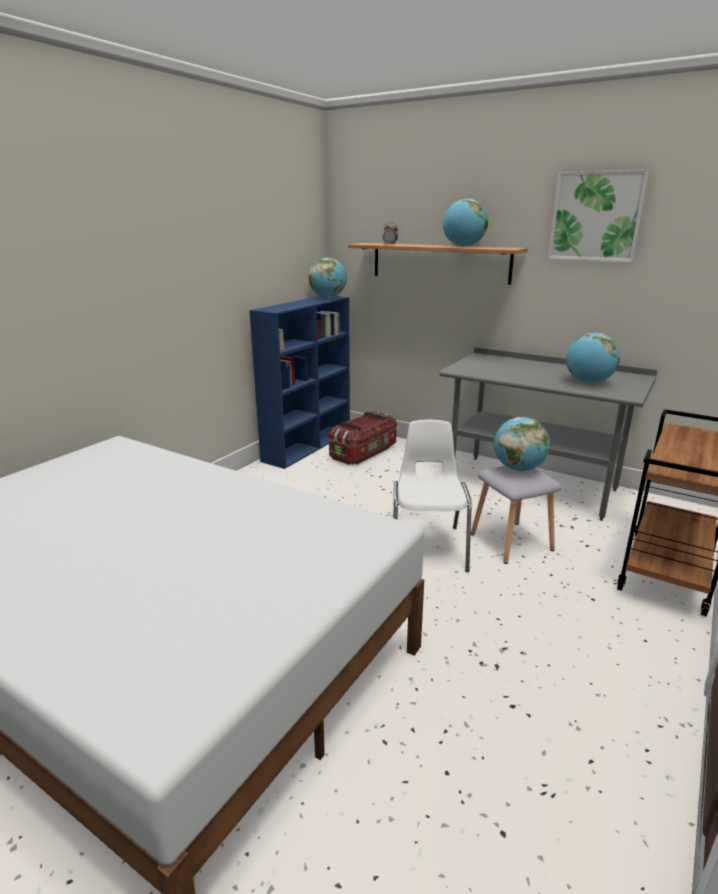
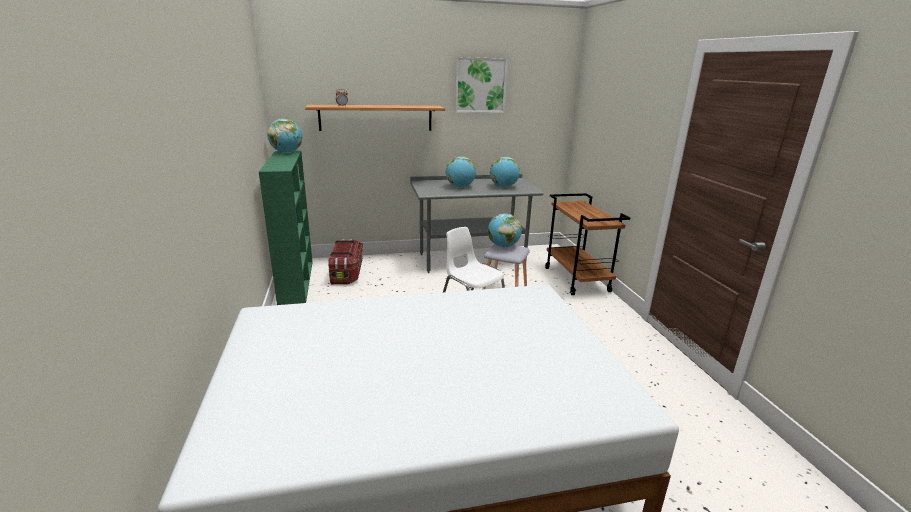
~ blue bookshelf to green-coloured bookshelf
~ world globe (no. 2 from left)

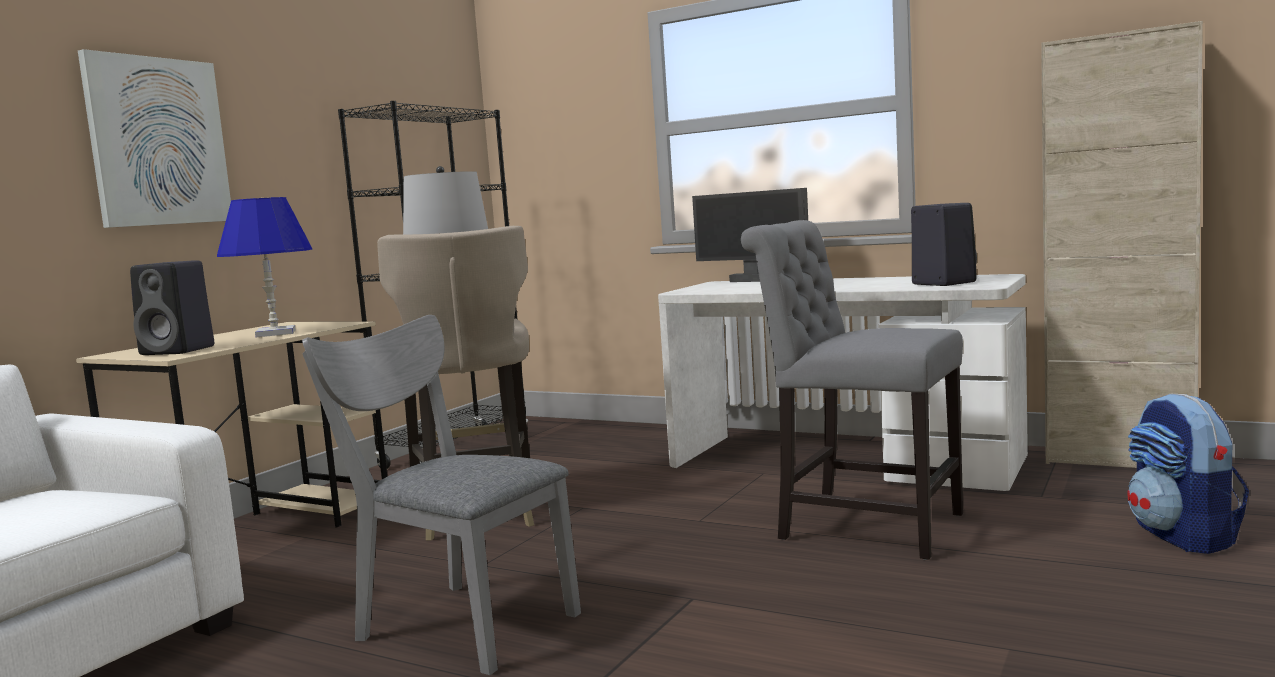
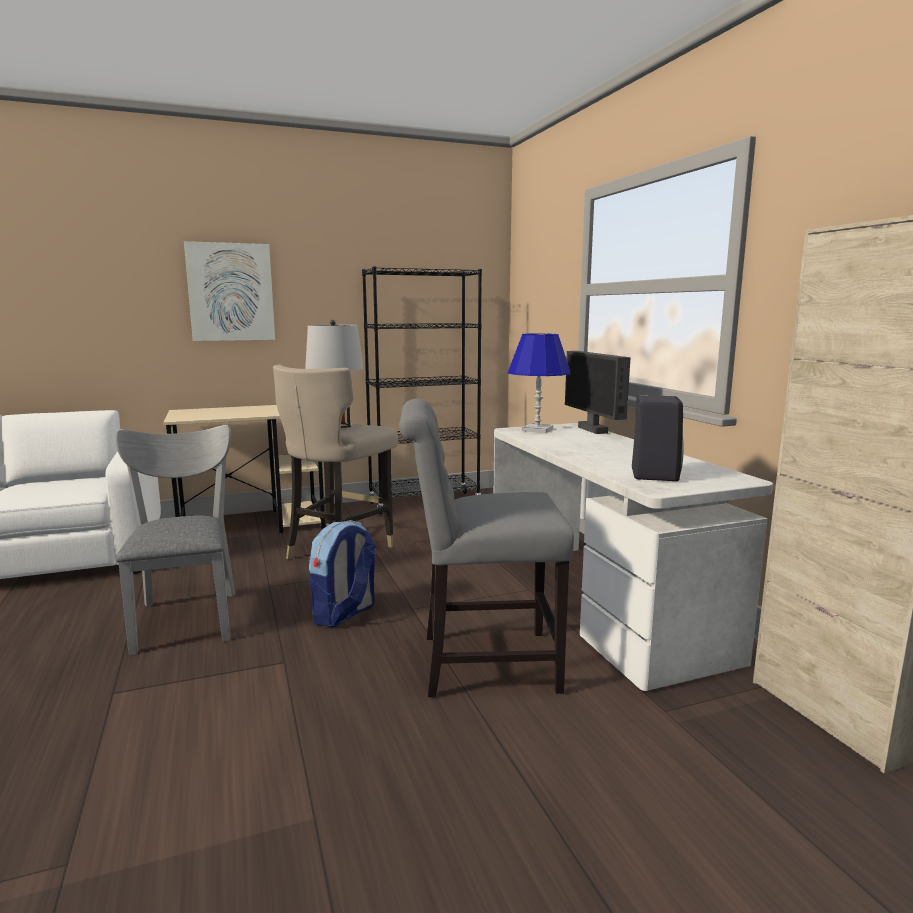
- black loudspeaker (no. 1 from left)
~ blue lamp for a table
~ gray chair (no. 2 from left) 75 degrees counterclockwise
~ rucksack

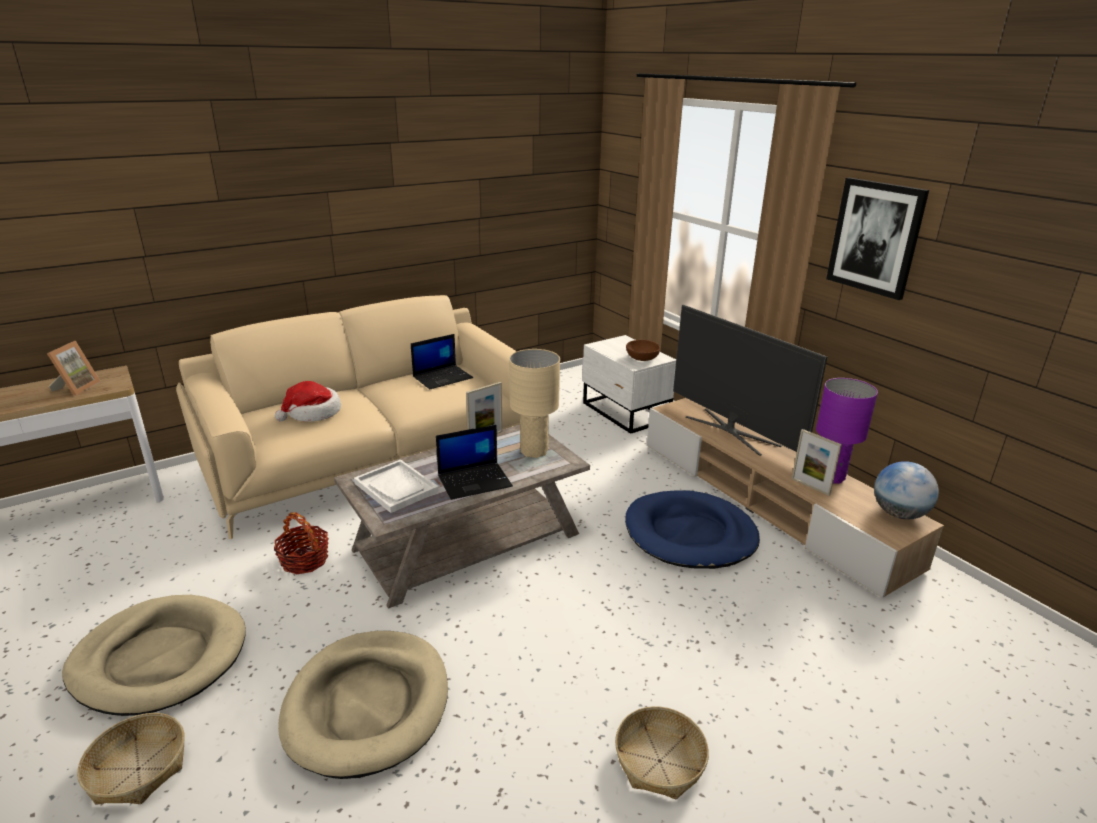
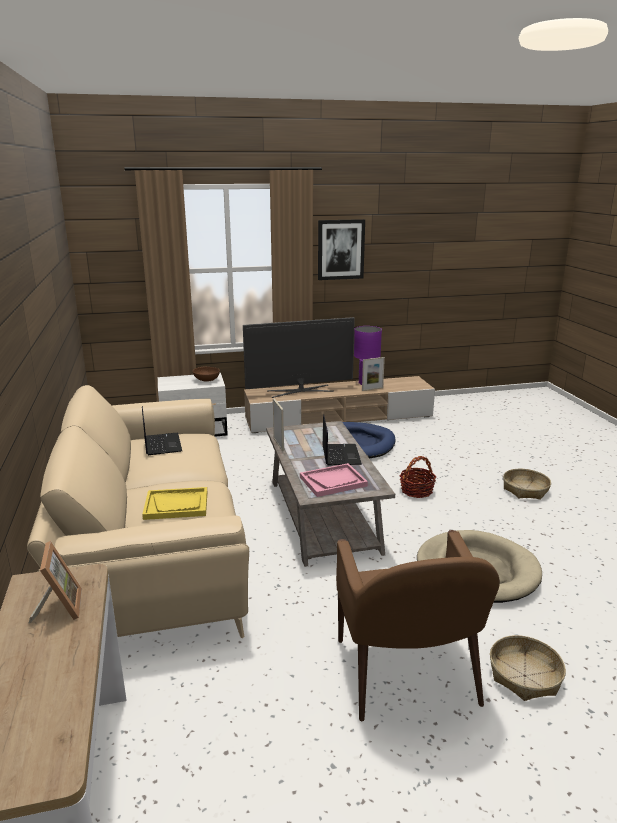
~ photo frame (no. 1 from left) 45 degrees clockwise
~ beige-coloured dog bed (no. 1 from left) to brownish armchair
~ storage basket (no. 2 from left in the first image) to storage basket (no. 1 from left)
~ wearable hat to yellowish carrying tray
~ white carrying tray to pinkish carrying tray
- beige-coloured lamp for a table
- world globe

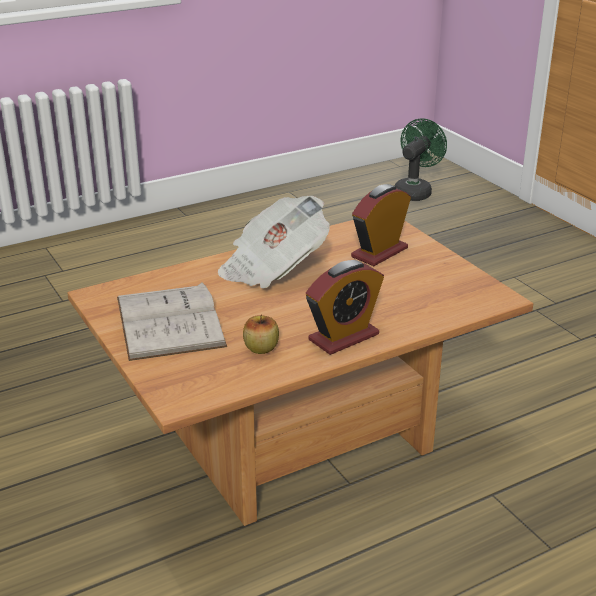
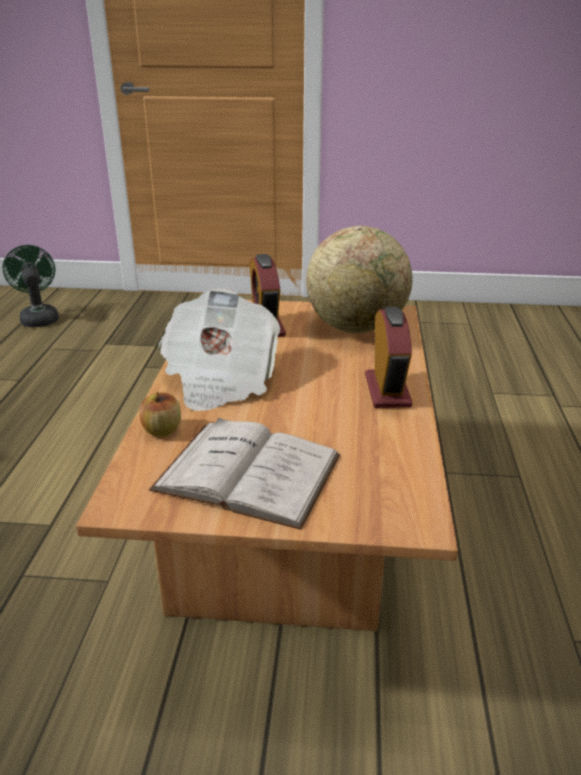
~ apple
+ world globe

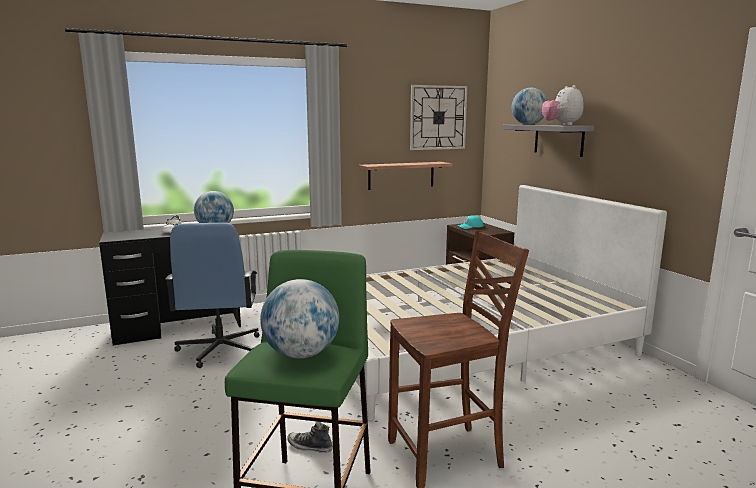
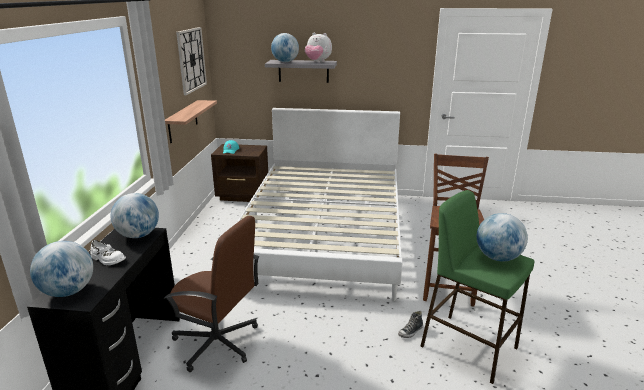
~ blue office chair to brownish office chair
+ world globe (no. 1 from left)

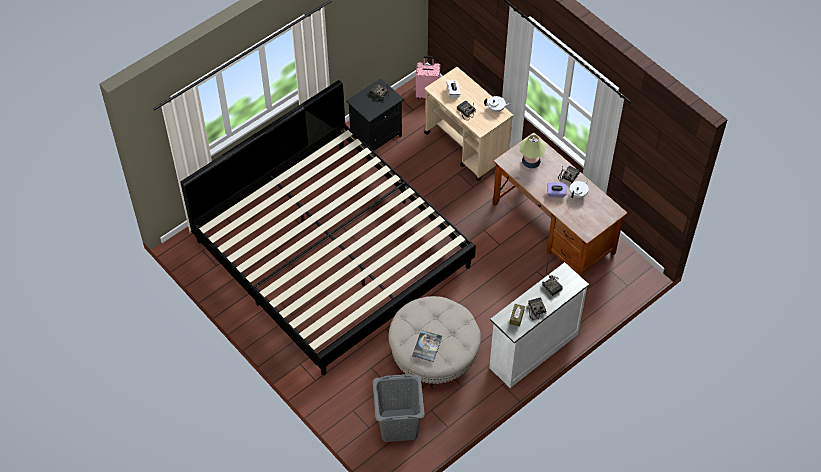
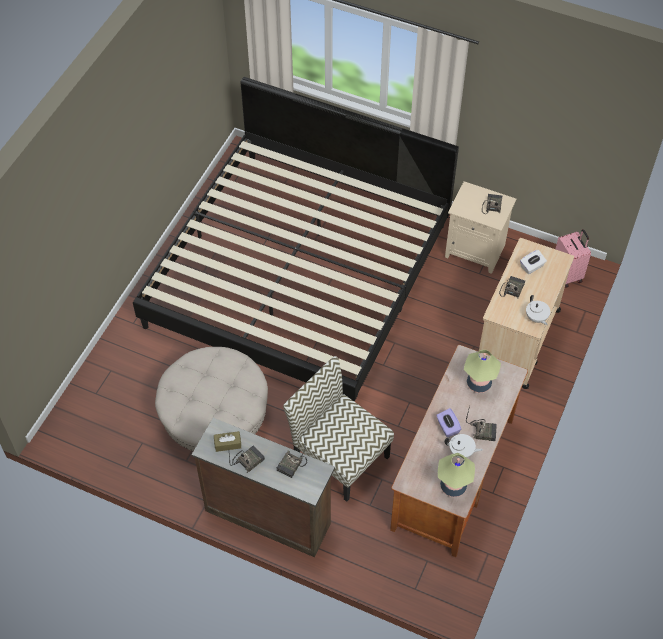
~ black night table to beige-coloured night table
- gray washing basket
- volume
~ white dresser to brownish dresser
+ chair
+ lamp for a table (no. 1 from left)

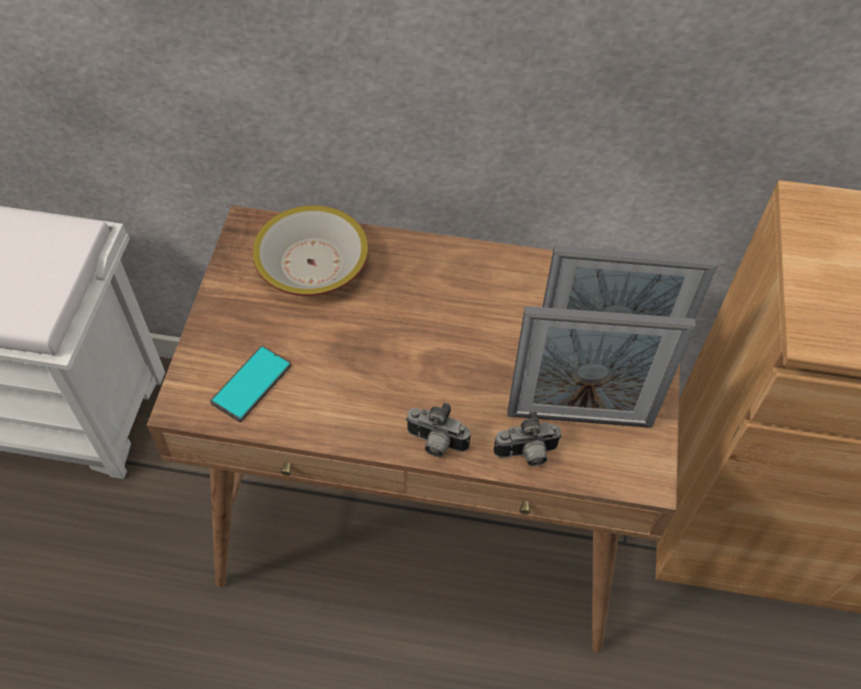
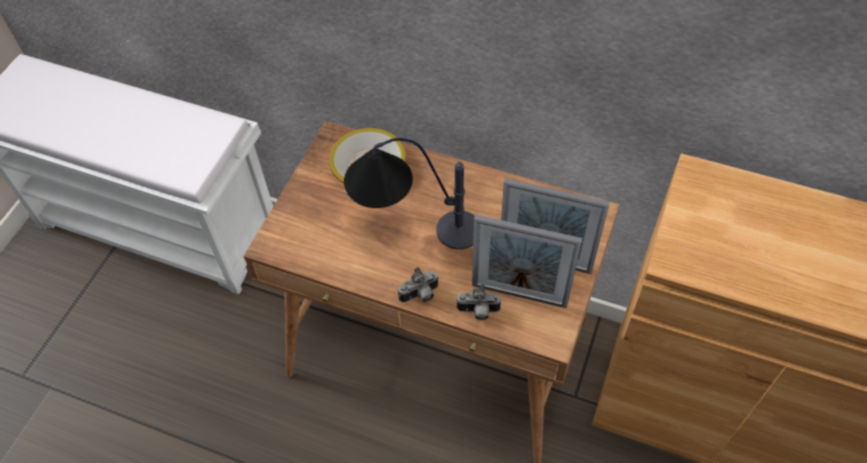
- handset
~ still camera (no. 1 from left) 60 degrees counterclockwise
+ lamp for a table

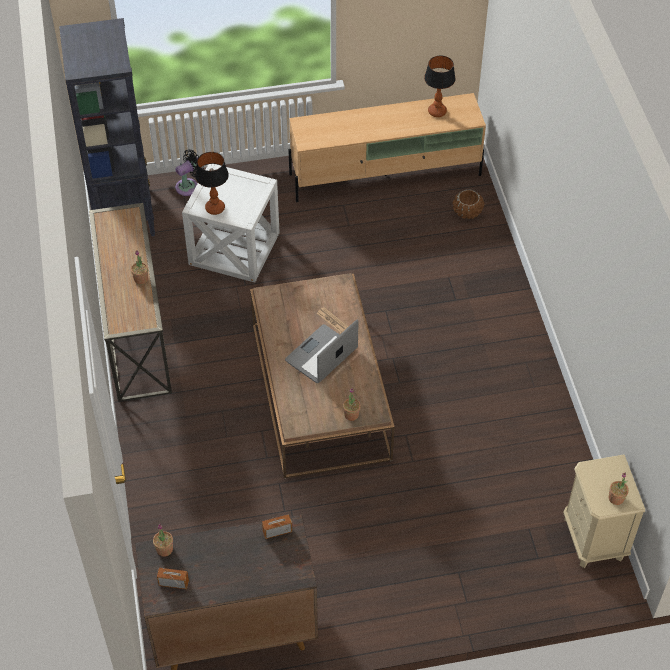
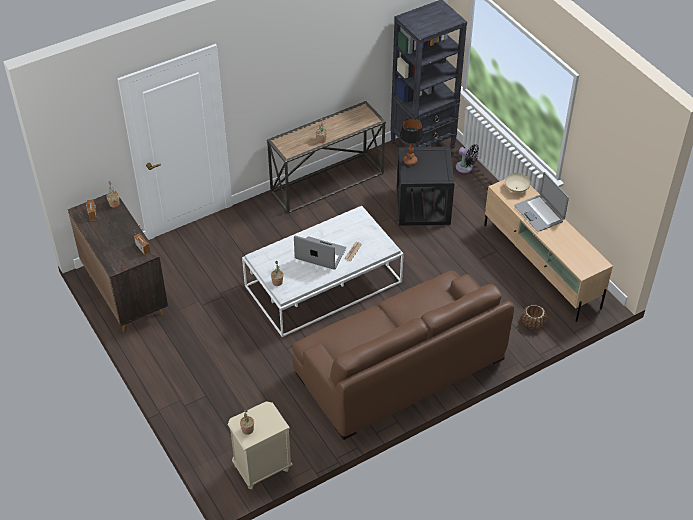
~ white side table to black side table
~ brownish lounge table to white lounge table
- lamp for a table (no. 2 from left)
+ brownish sofa
+ beige-coloured serving bowl
+ portable computer (no. 2 from left)

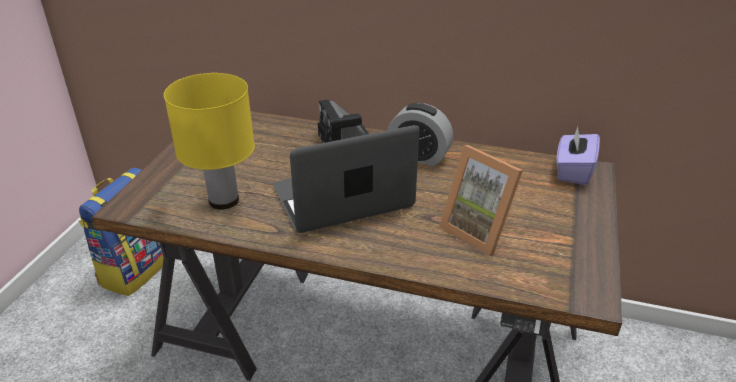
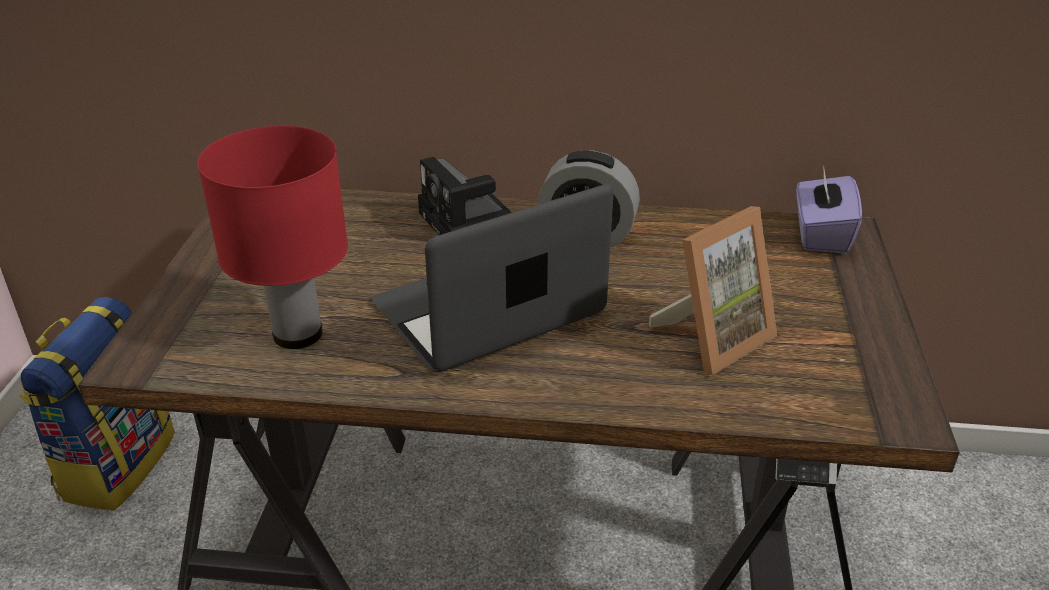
~ yellowish lamp for a table to red-coloured lamp for a table
~ photo frame 75 degrees counterclockwise

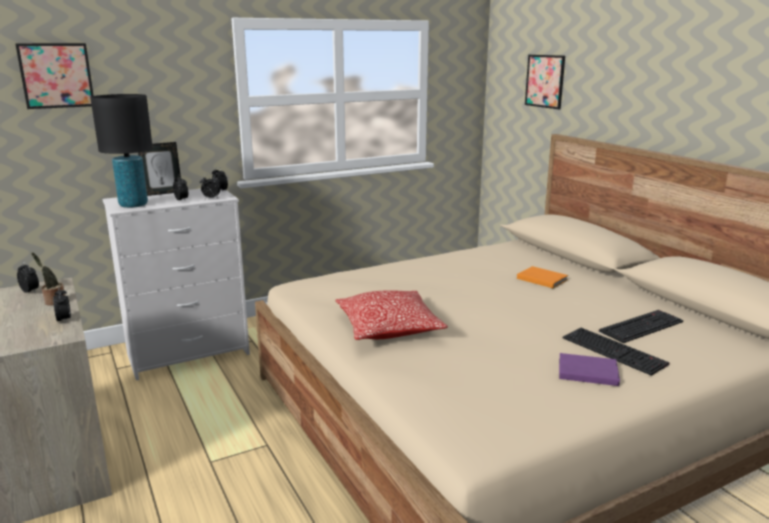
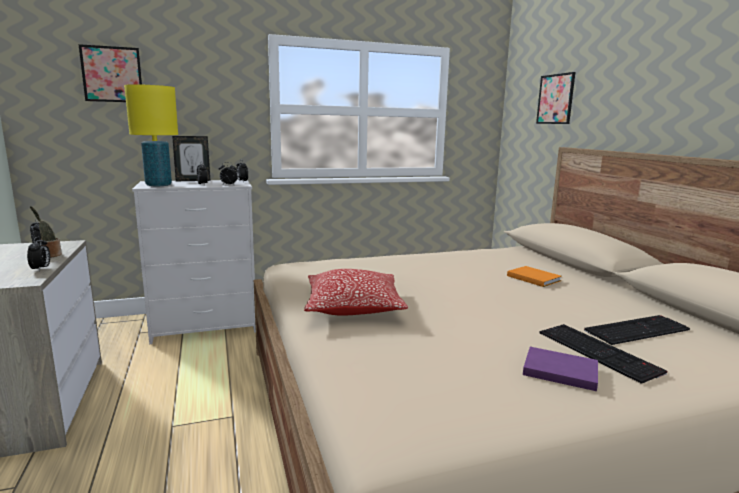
~ black lamp for a table to yellowish lamp for a table

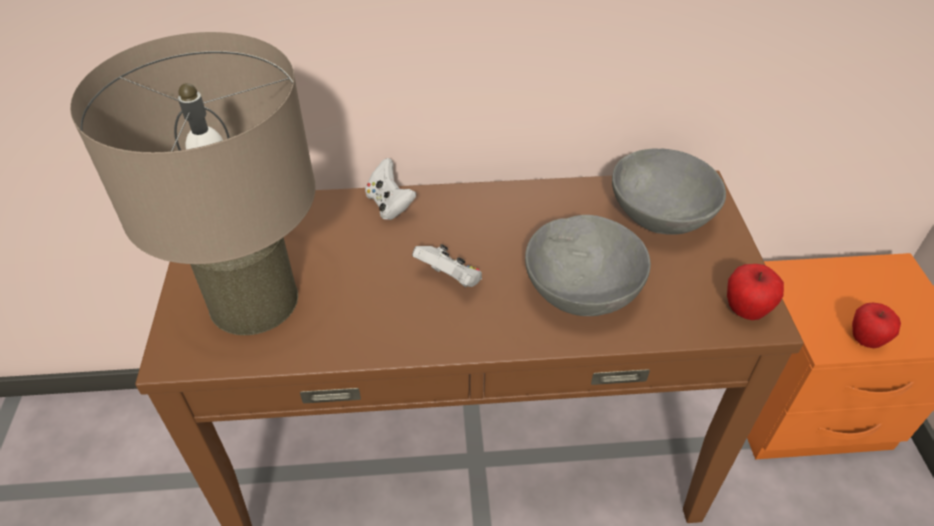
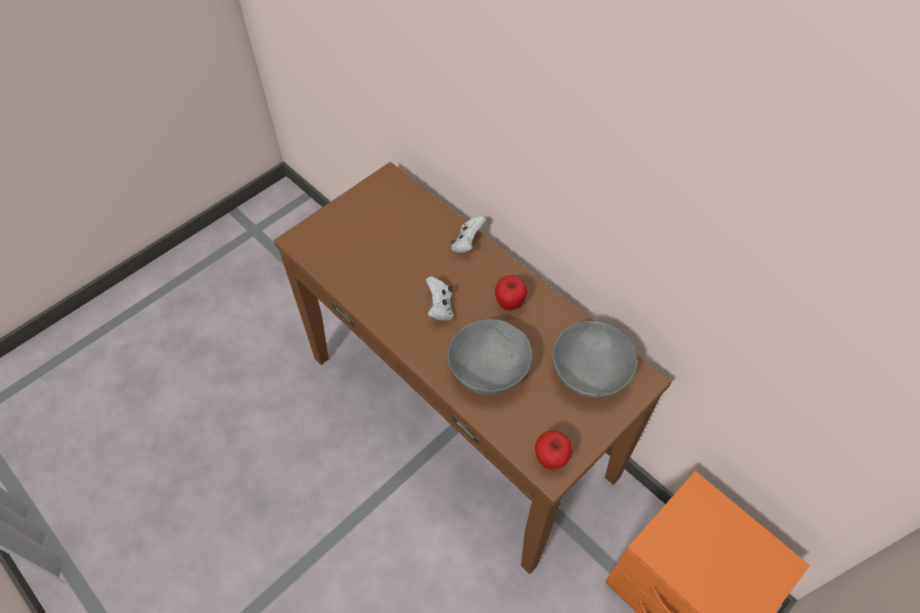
- beige-coloured lamp for a table
~ apple (no. 2 from left in the first image) to apple (no. 1 from left)

